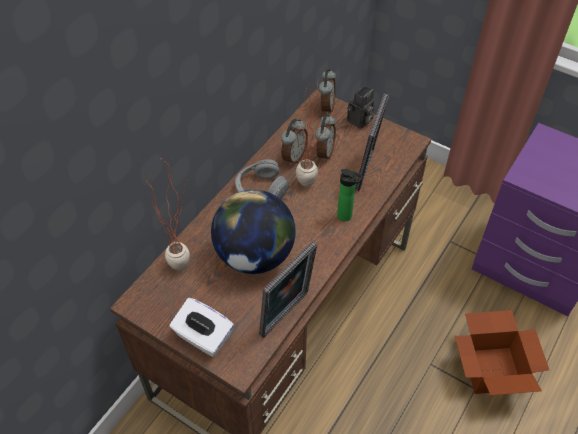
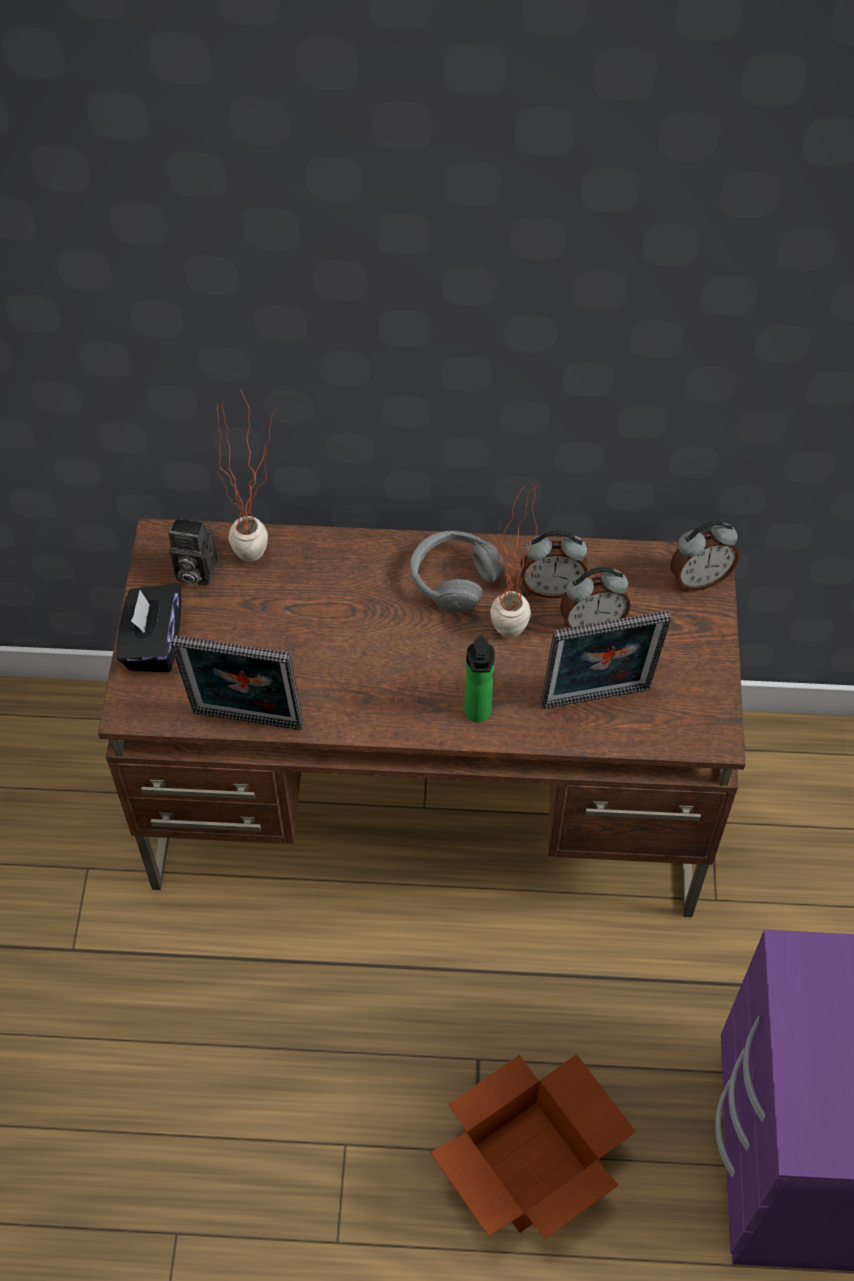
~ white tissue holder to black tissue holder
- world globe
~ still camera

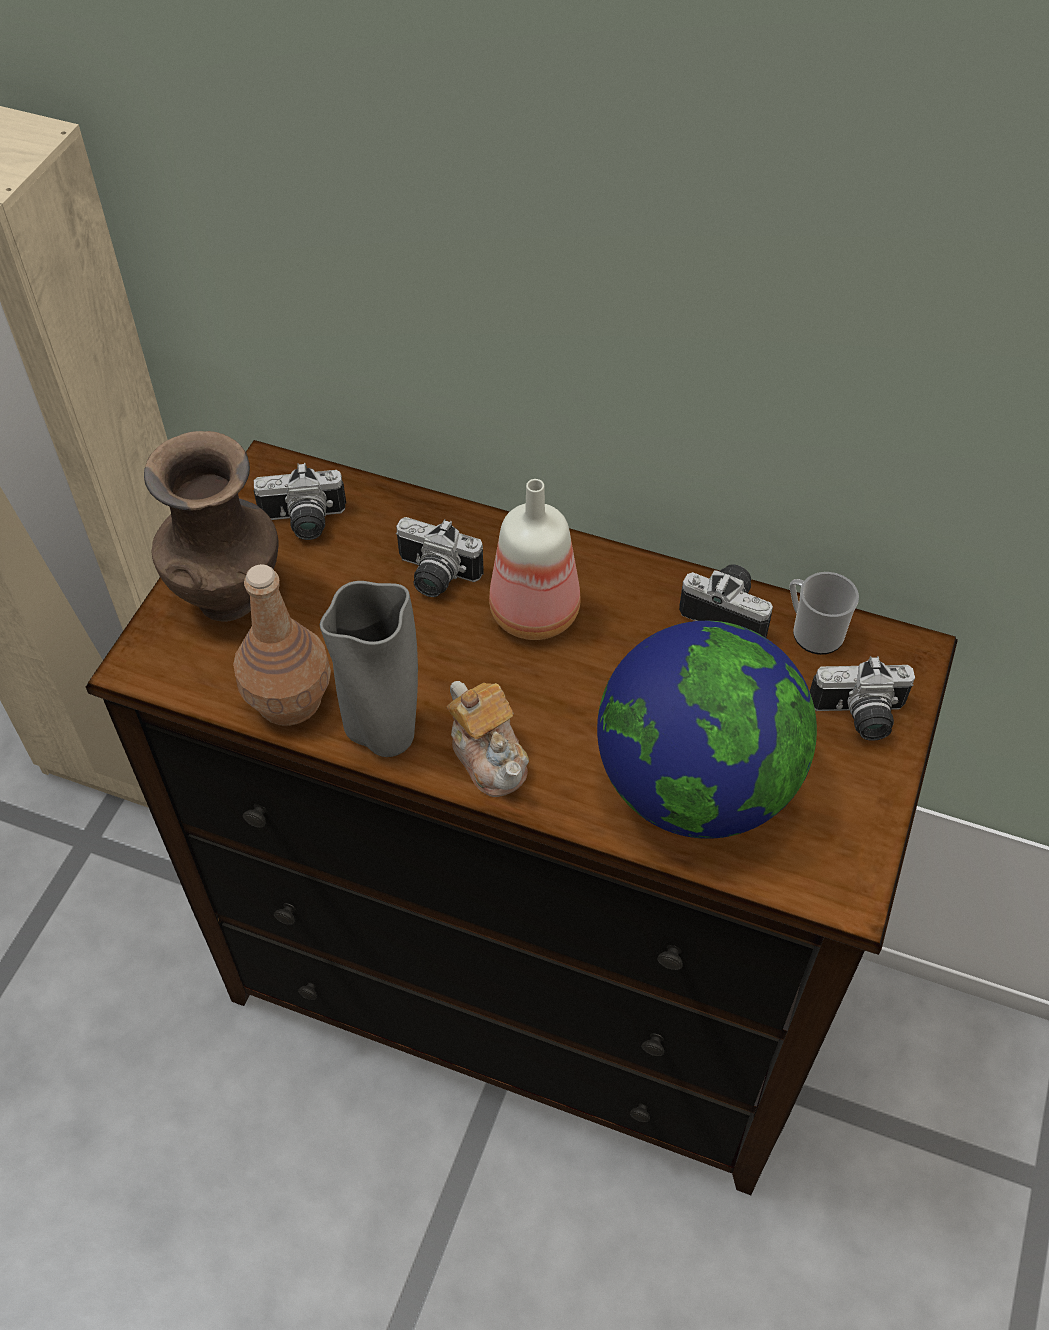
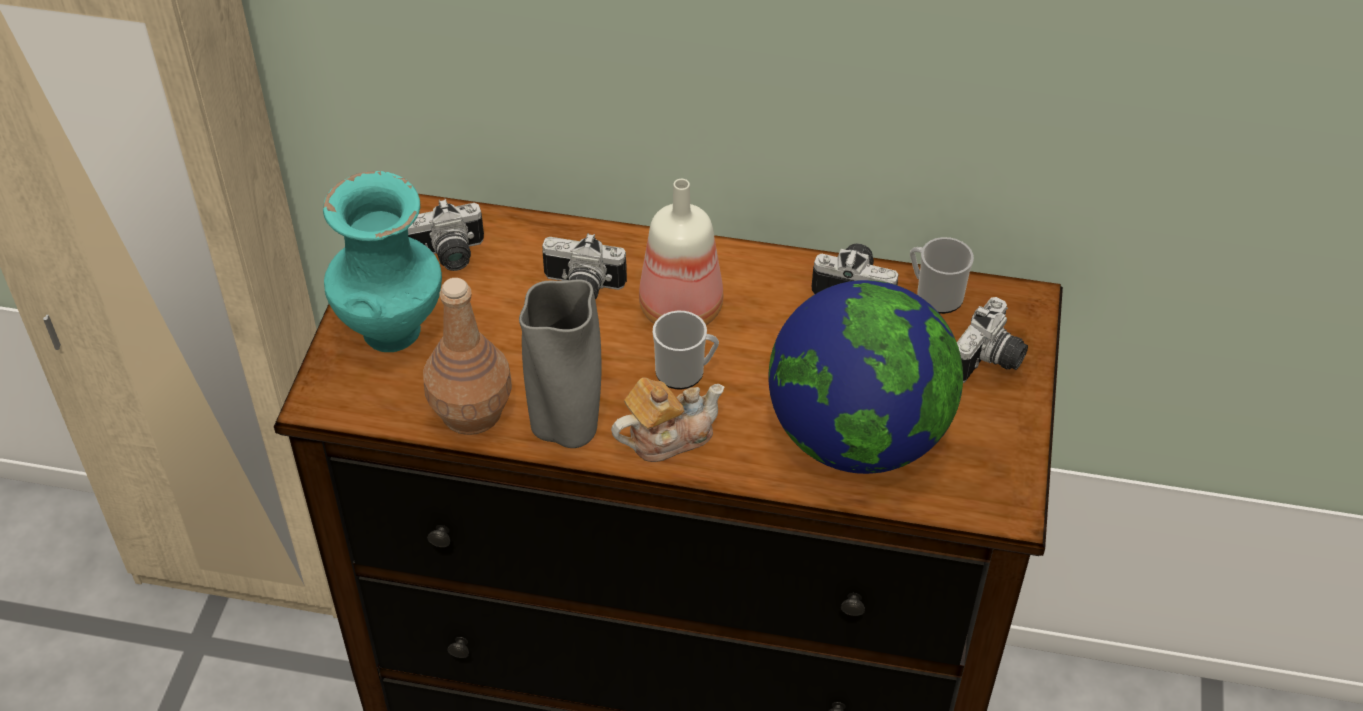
~ brownish decorative vase to turquoise decorative vase
~ pot for tea 75 degrees counterclockwise
~ still camera (no. 4 from left) 45 degrees counterclockwise
+ tea mug (no. 1 from left)

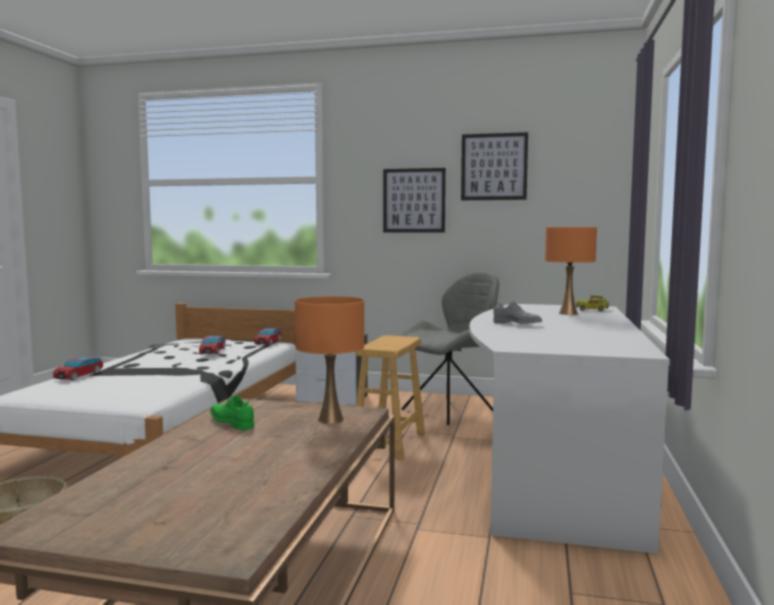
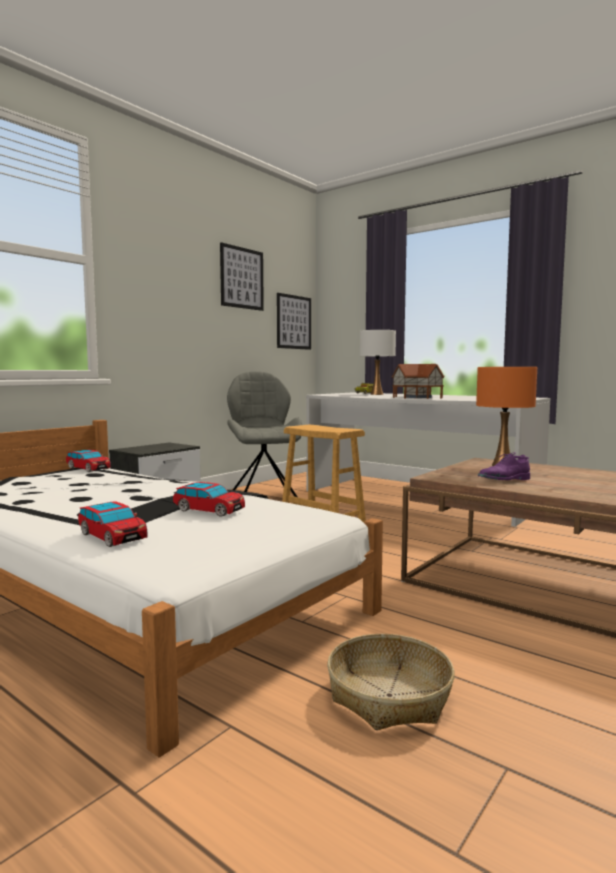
~ miniature car (no. 2 from left in the first image) to miniature car (no. 3 from left)
~ green-coloured low shoe to purple low shoe
~ wall picture (no. 1 from left in the first image) to wall picture (no. 2 from left)
~ gray low shoe to toy house
~ orange lamp for a table (no. 2 from left) to white lamp for a table

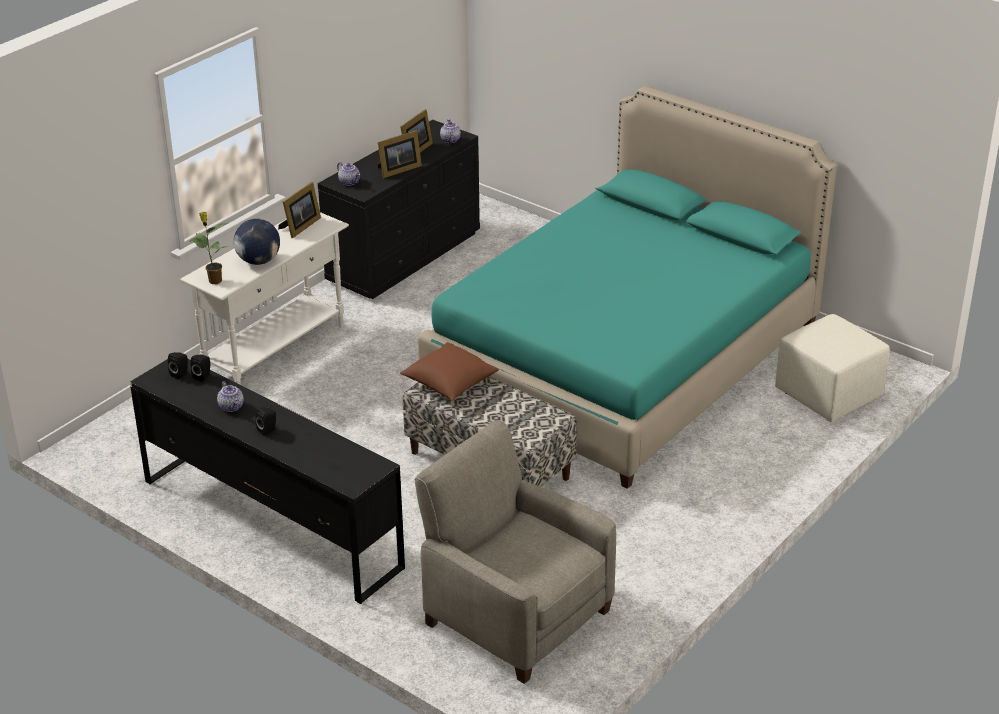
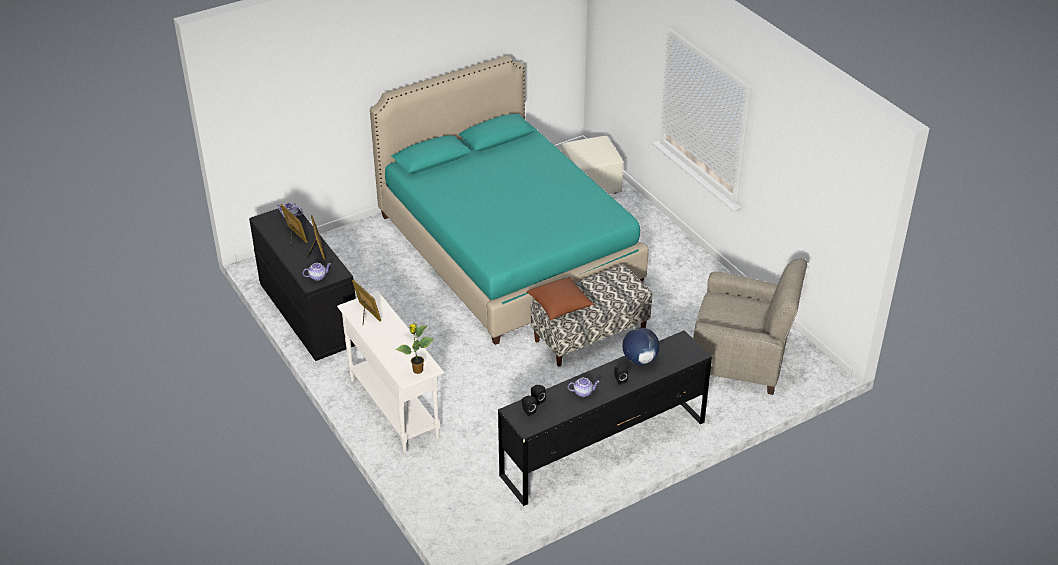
~ world globe
~ beige-coloured armchair 135 degrees counterclockwise

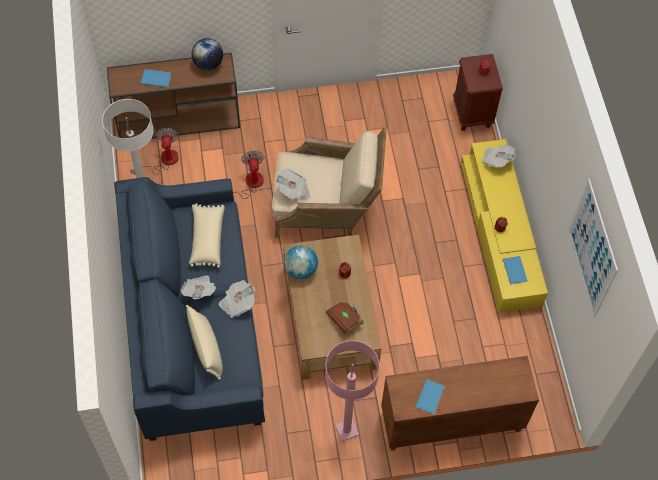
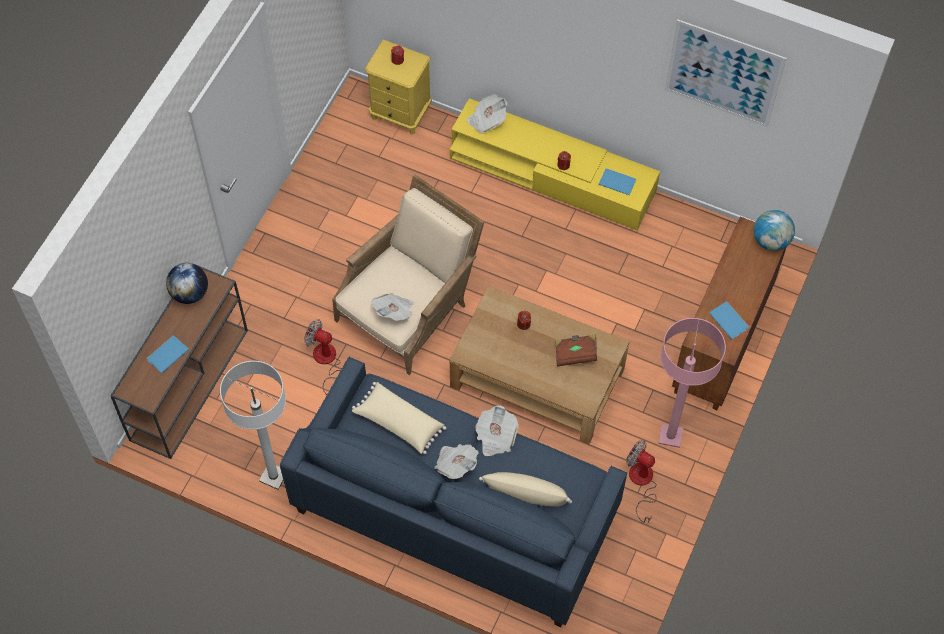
~ electric fan (no. 1 from left in the first image) to electric fan (no. 2 from left)
~ world globe (no. 2 from left)
~ brownish night table to yellowish night table

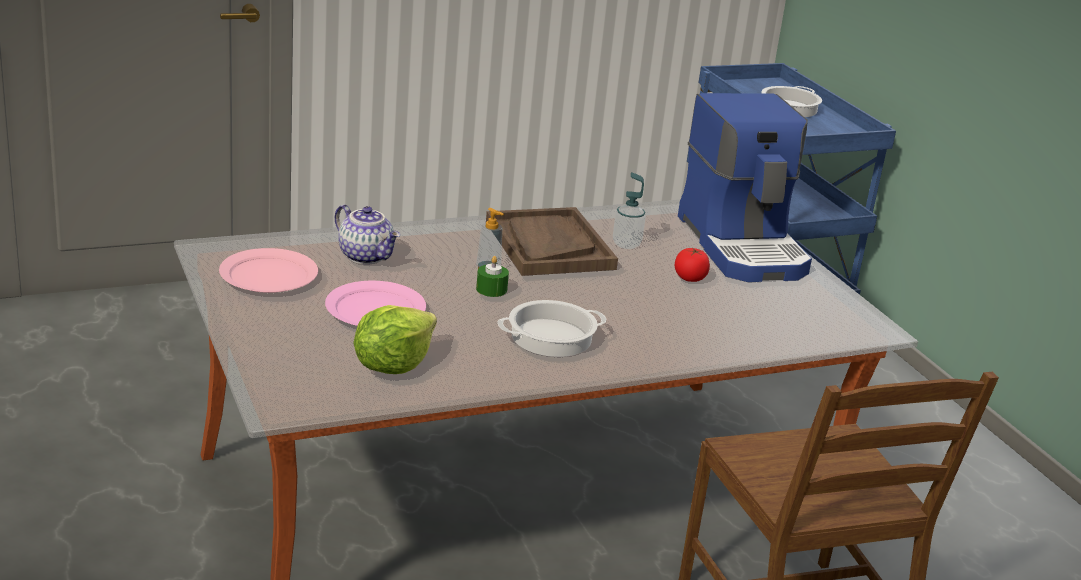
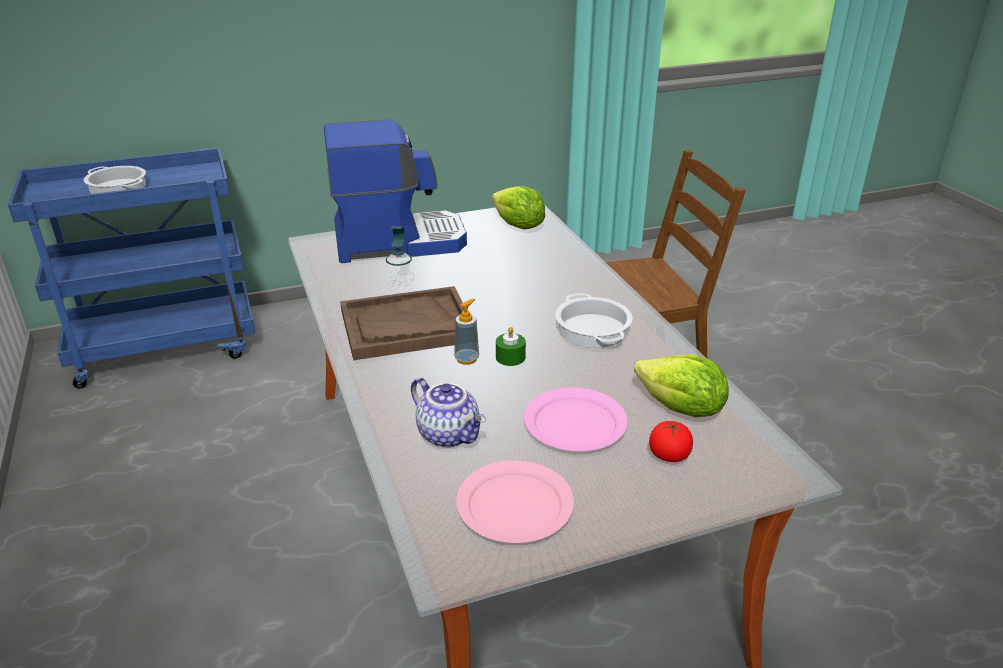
~ pot for tea 90 degrees clockwise
~ whole tomato
+ lettuce (no. 1 from left)

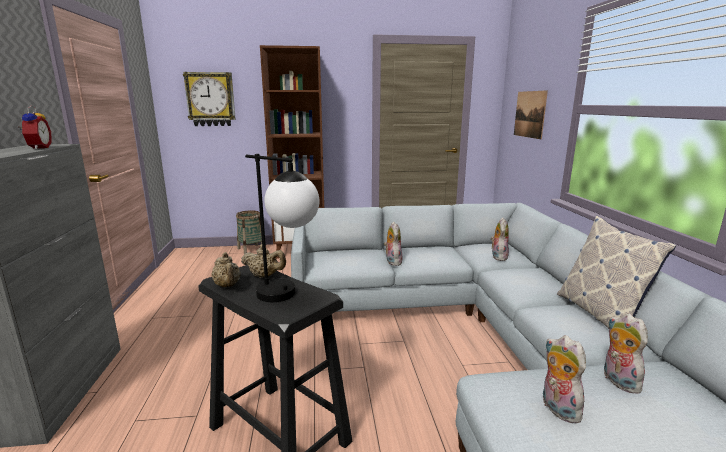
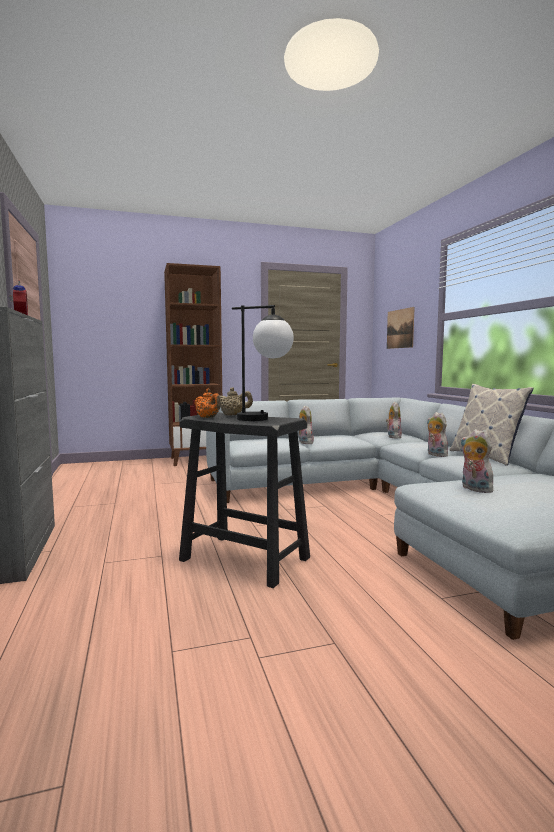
- hanging clock
~ beige-coloured pot for tea (no. 1 from left) to orange pot for tea
- storage basket
~ soft toy (no. 4 from left in the first image) to soft toy (no. 3 from left)

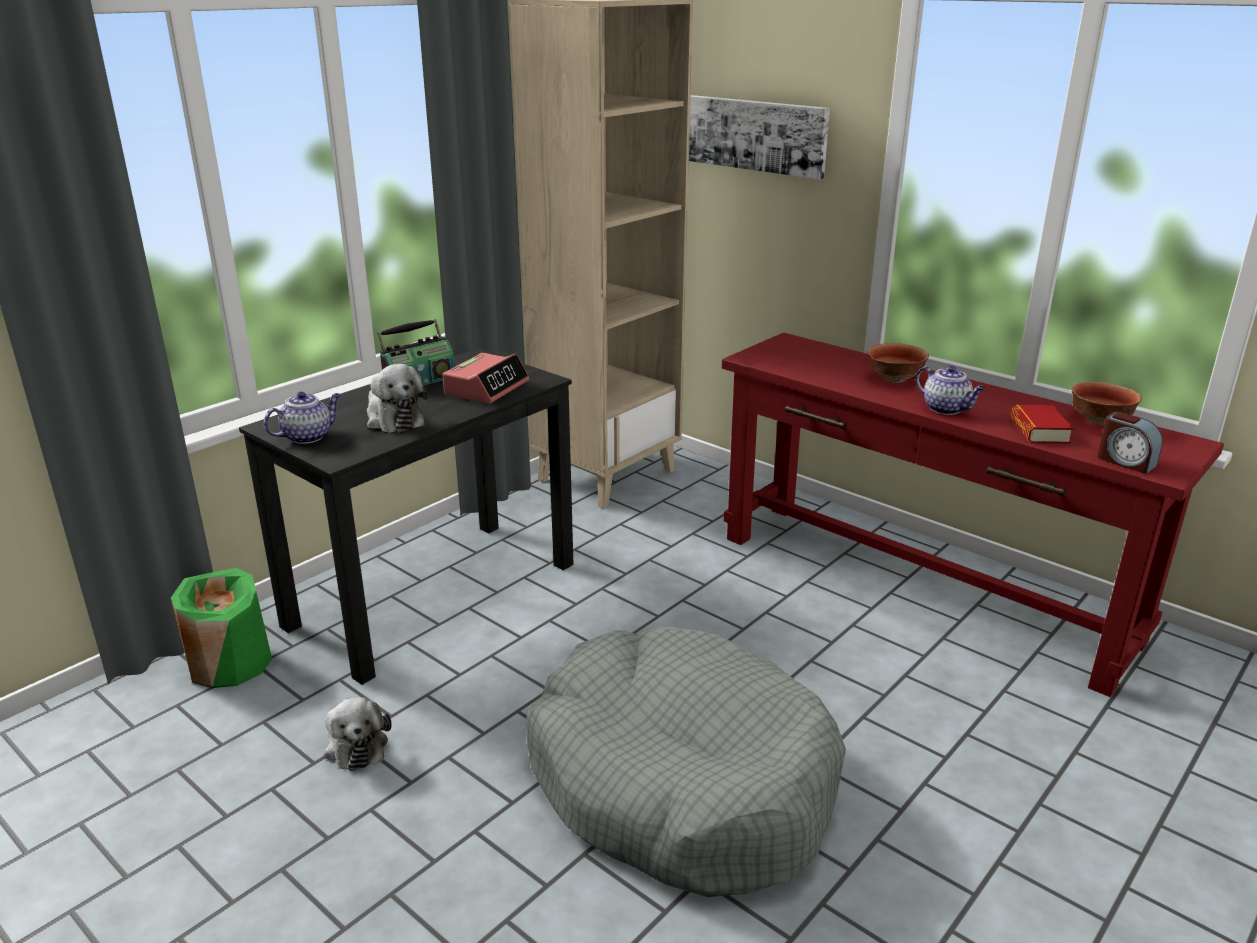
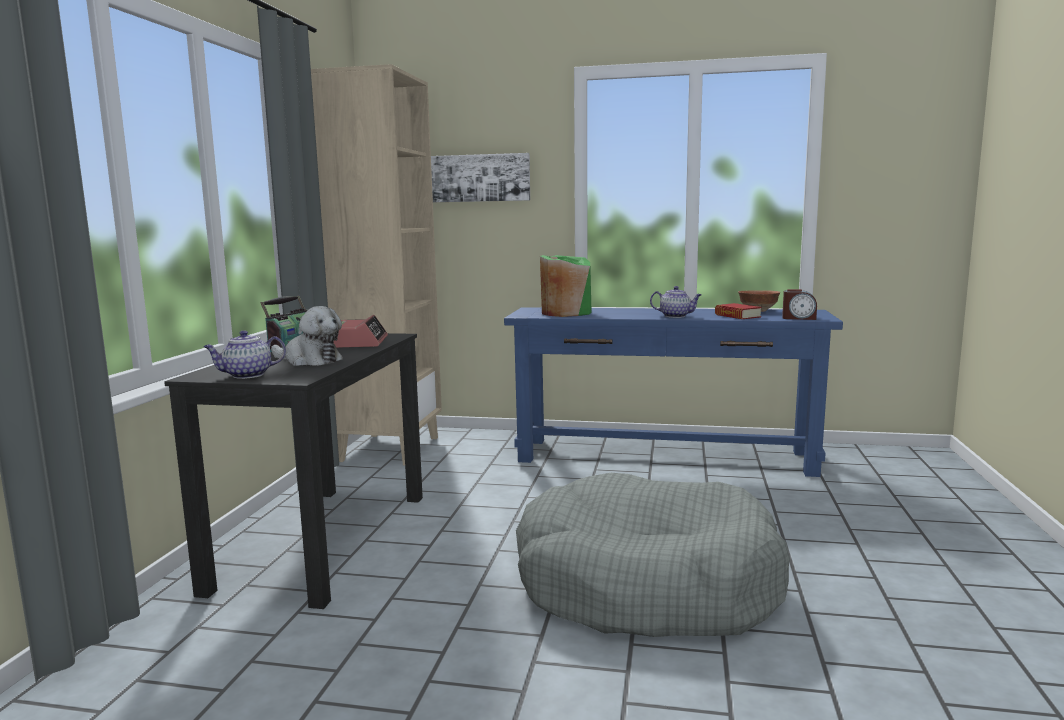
~ green-coloured decorative vase
~ pot for tea (no. 1 from left) 135 degrees counterclockwise
- soft toy (no. 1 from left)
~ red-coloured console table to blue console table
- serving bowl (no. 1 from left)

